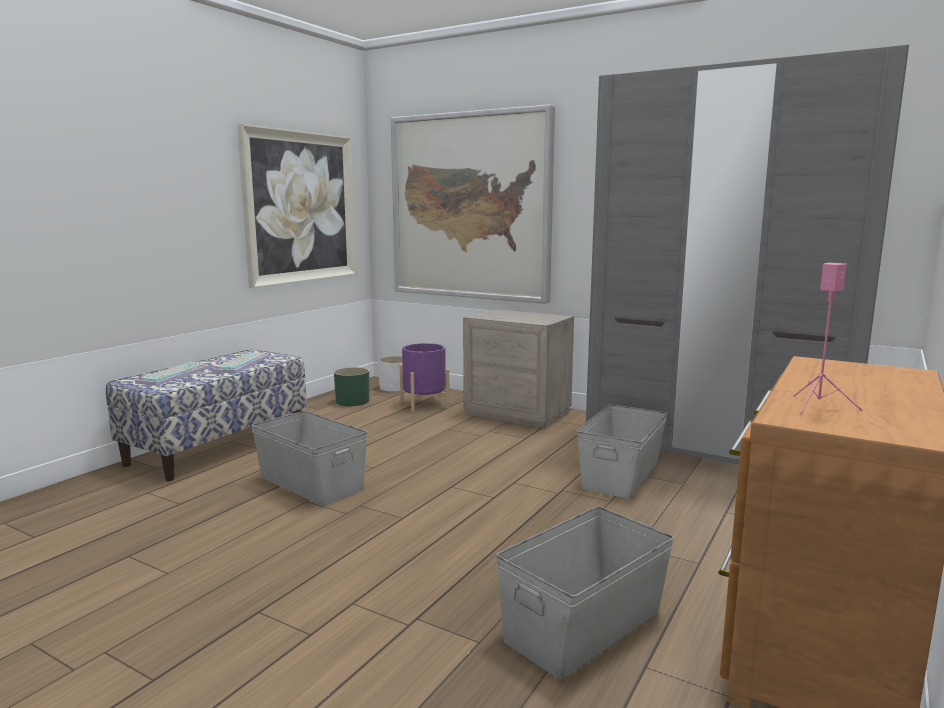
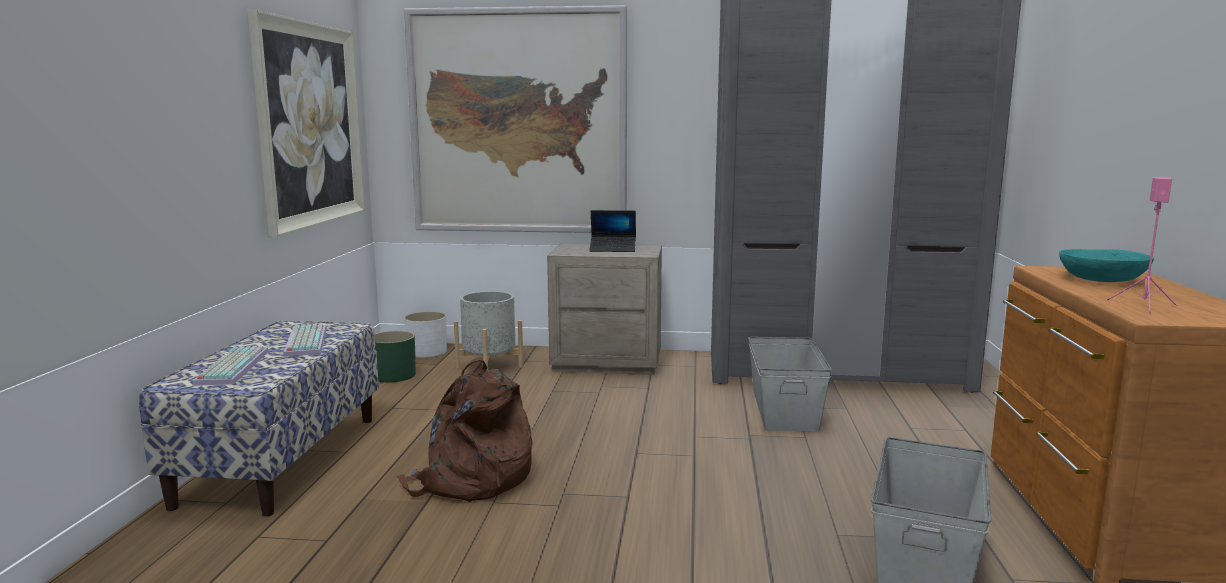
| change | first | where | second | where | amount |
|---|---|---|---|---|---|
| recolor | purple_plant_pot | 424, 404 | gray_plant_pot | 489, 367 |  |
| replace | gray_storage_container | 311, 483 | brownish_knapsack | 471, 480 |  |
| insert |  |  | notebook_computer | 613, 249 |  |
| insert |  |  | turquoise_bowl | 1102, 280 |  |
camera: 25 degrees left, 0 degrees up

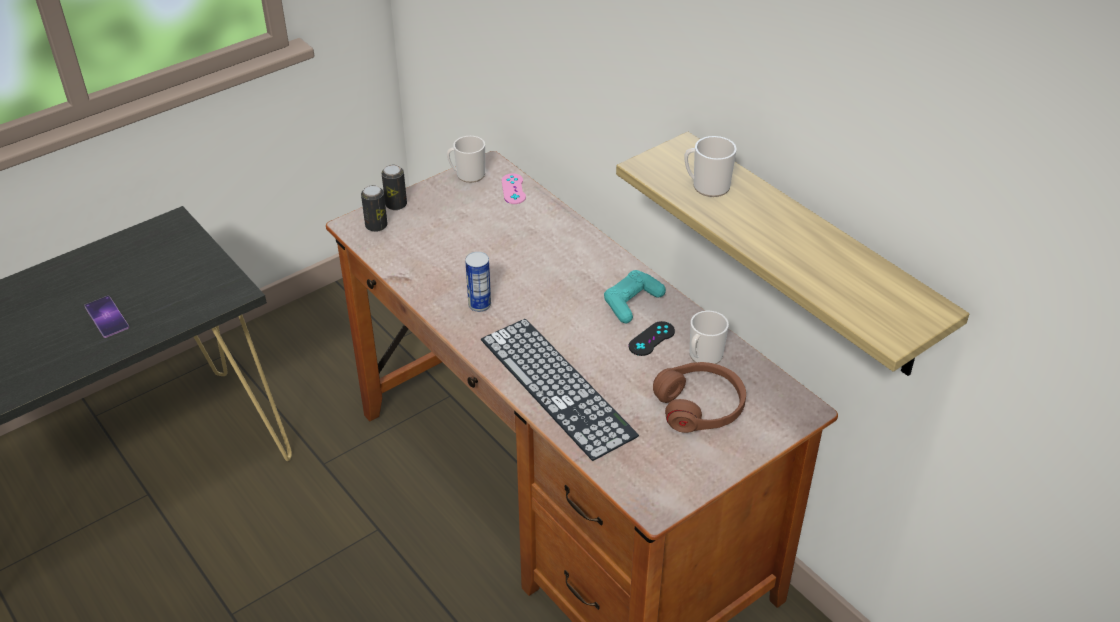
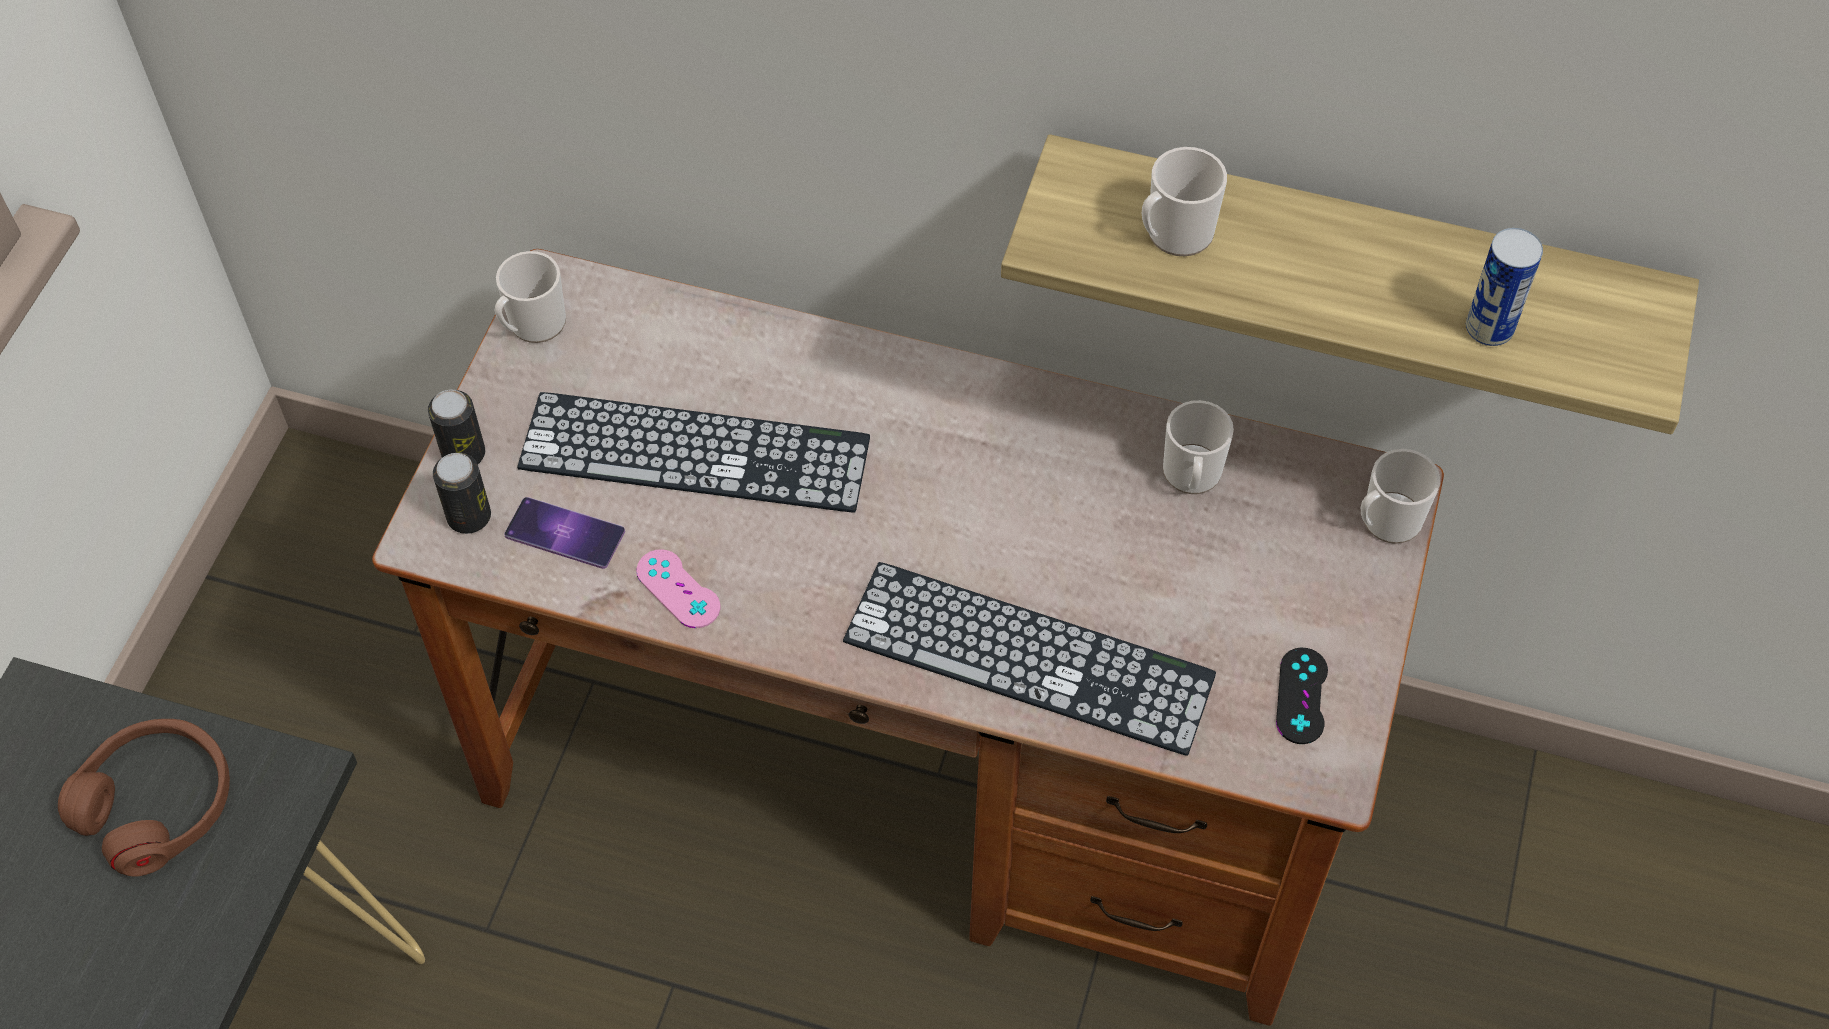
| change | first | where | second | where | amount |
|---|---|---|---|---|---|
| move | pink_game_controller | 513, 189 |  | 678, 589 |  |
| move | sealed_can | 479, 305 |  | 1489, 328 |  |
| delete | turquoise_game_controller | 632, 302 |  |  |  |
| move | handset | 106, 317 |  | 565, 533 |  |
| move | black-coloured_game_controller | 651, 339 |  | 1301, 696 |  |
| move | brownish_headphones | 700, 406 |  | 157, 803 |  |
| insert |  |  | computer_keyboard | 695, 452 |  |
| insert |  |  | tea_mug | 1386, 522 |  |
camera: 35 degrees left, 15 degrees up

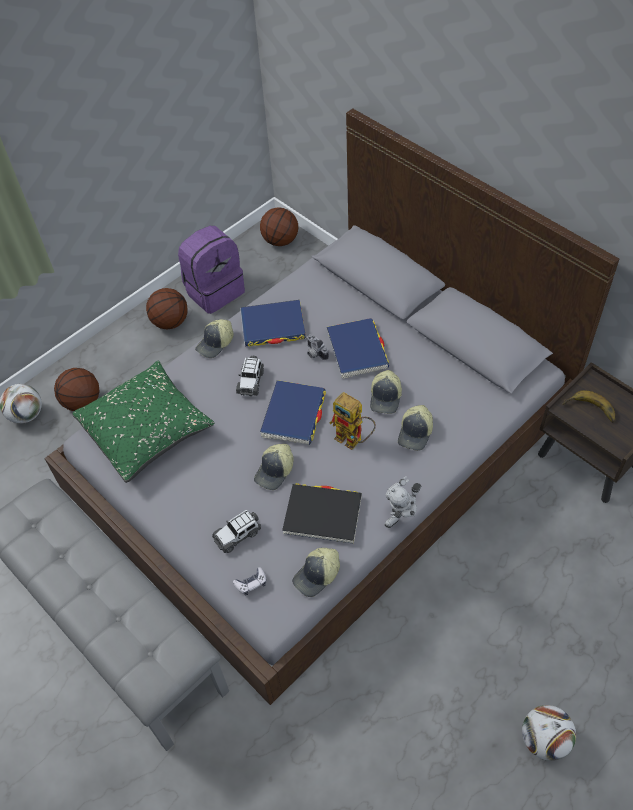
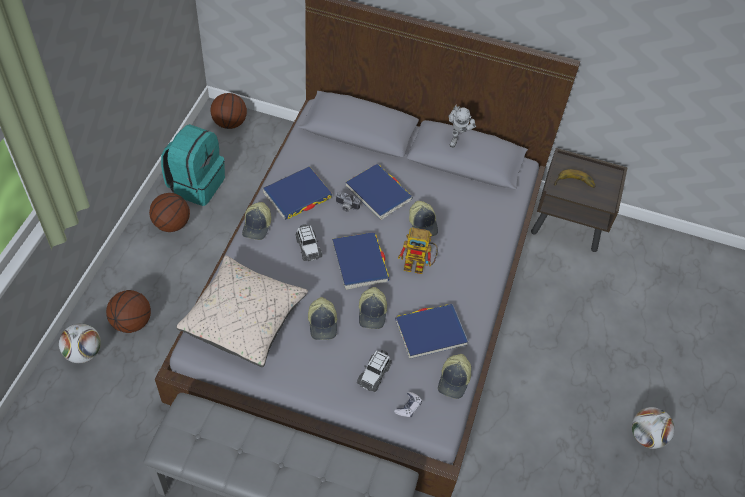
| change | first | where | second | where | amount |
|---|---|---|---|---|---|
| recolor | purple_knapsack | 214, 290 | turquoise_knapsack | 196, 184 |  |
| recolor | green_cushion | 147, 431 | beige_cushion | 244, 319 |  |
| move | baseball_cap | 416, 433 |  | 323, 323 |  |
| move | robot_figure | 402, 516 |  | 457, 138 |  |
| recolor | black-coloured_bound_book | 322, 515 | blue_bound_book | 430, 333 |  |
camera: 35 degrees left, 0 degrees up

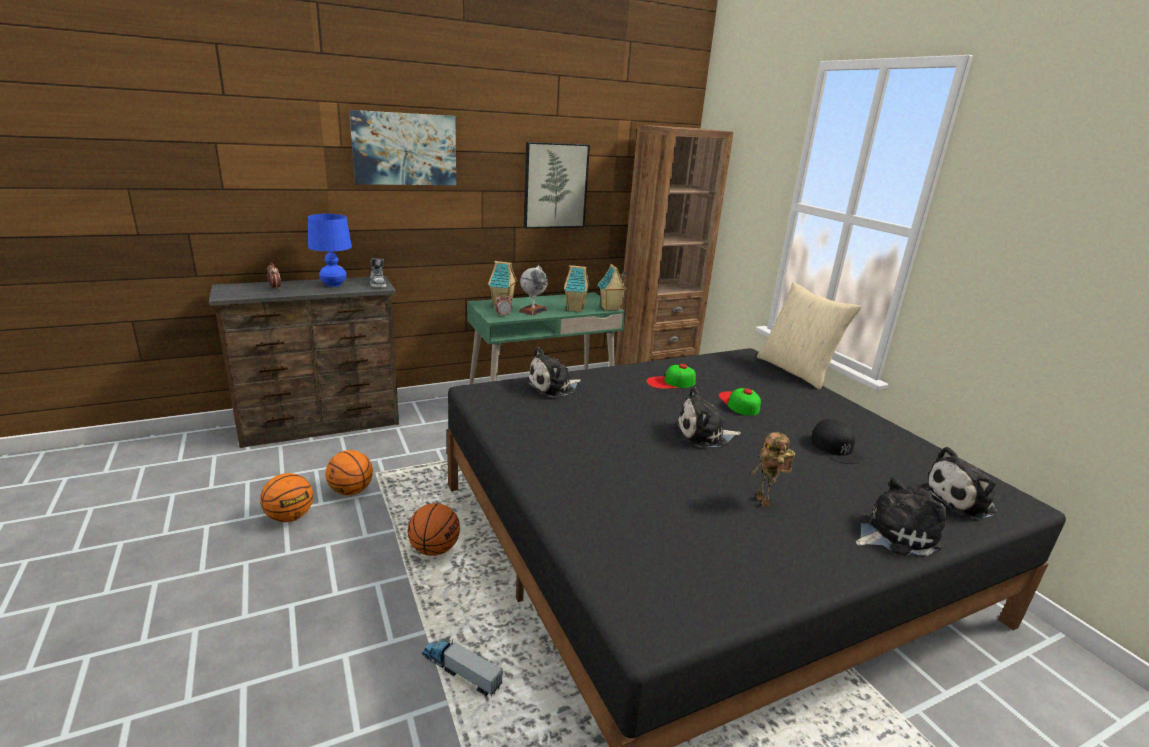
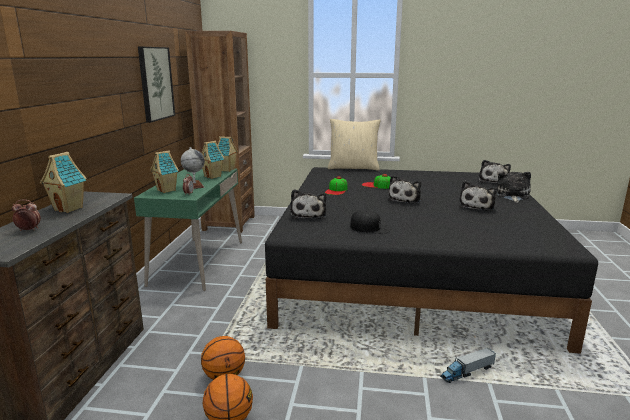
| change | first | where | second | where | amount |
|---|---|---|---|---|---|
| delete | wall_picture | 404, 149 |  |  |  |
| replace | blue_lamp_for_a_table | 333, 284 | miniature_house | 69, 209 |  |
| delete | item_of_footwear | 378, 283 |  |  |  |
| move | black-coloured_baseball_cap | 835, 448 |  | 370, 228 |  |
| replace | robot_figure | 764, 502 | soft_toy | 477, 206 |  |
| delete | ball_for_basketball | 434, 549 |  |  |  |
camera: 55 degrees left, 5 degrees down

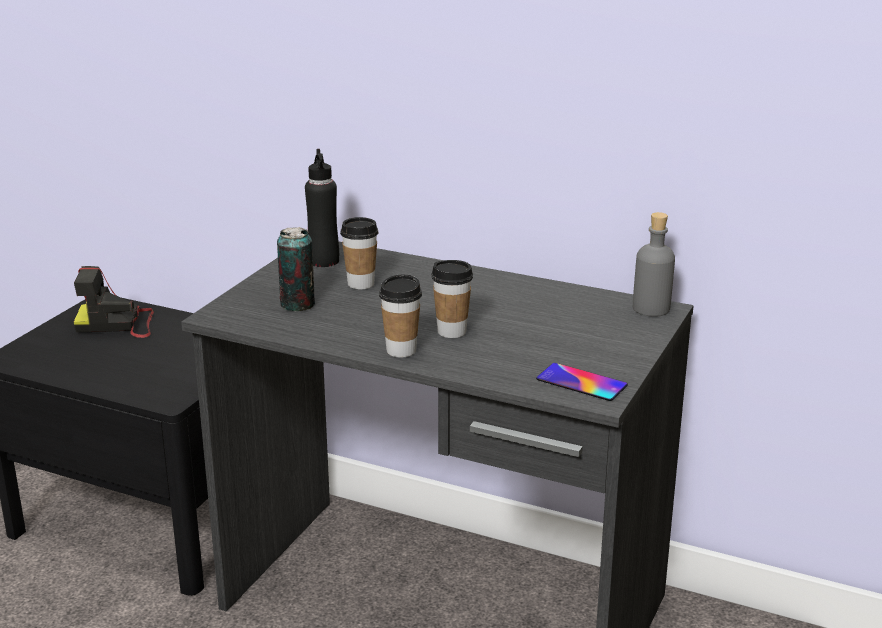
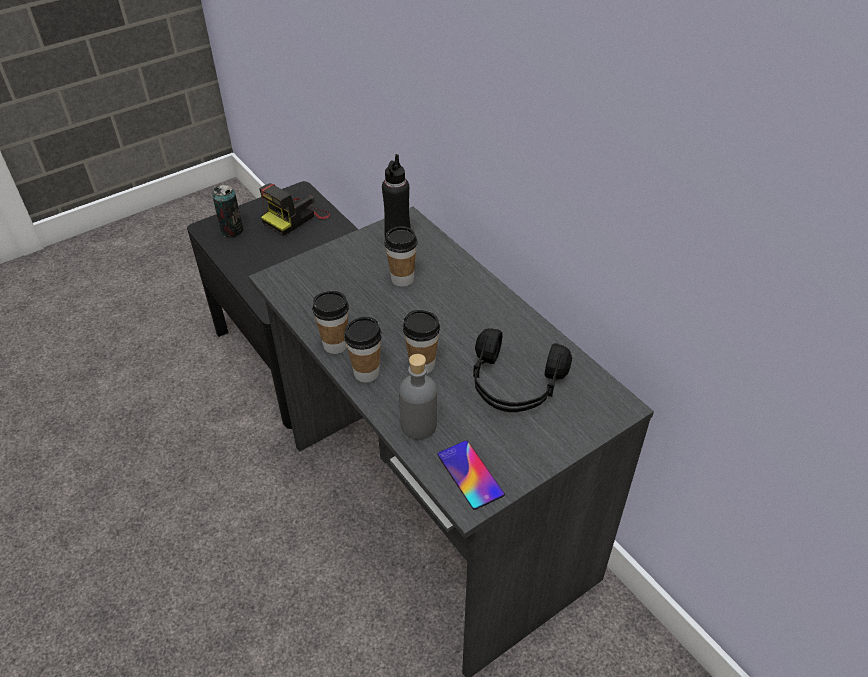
| change | first | where | second | where | amount |
|---|---|---|---|---|---|
| move | gray_beverage_bottle | 651, 308 |  | 418, 425 |  |
| move | sealed_can | 297, 304 |  | 232, 231 |  |
| rotate | still_camera | 118, 324 |  | 295, 217 | 75 degrees counterclockwise |
| insert |  |  | cup | 335, 345 |  |
| insert |  |  | black-coloured_headphones | 514, 385 |  |
camera: 30 degrees right, 20 degrees up

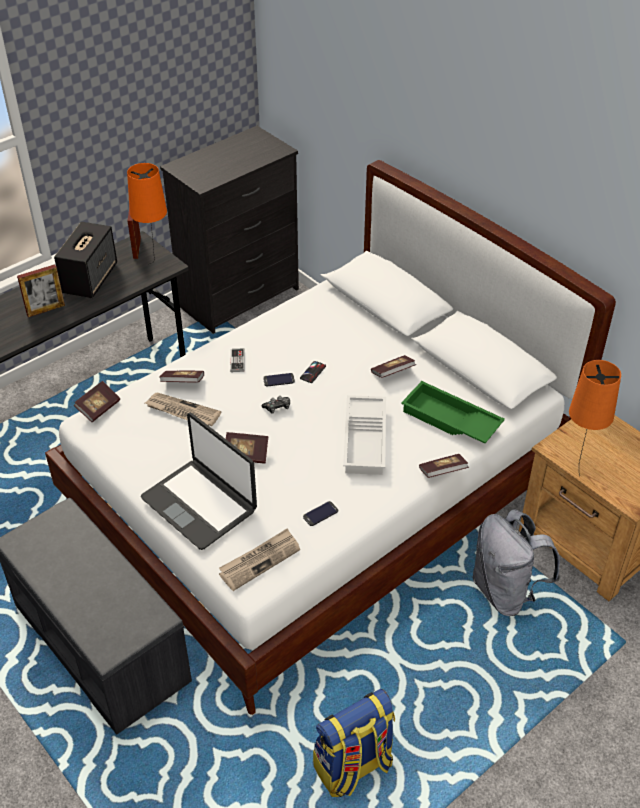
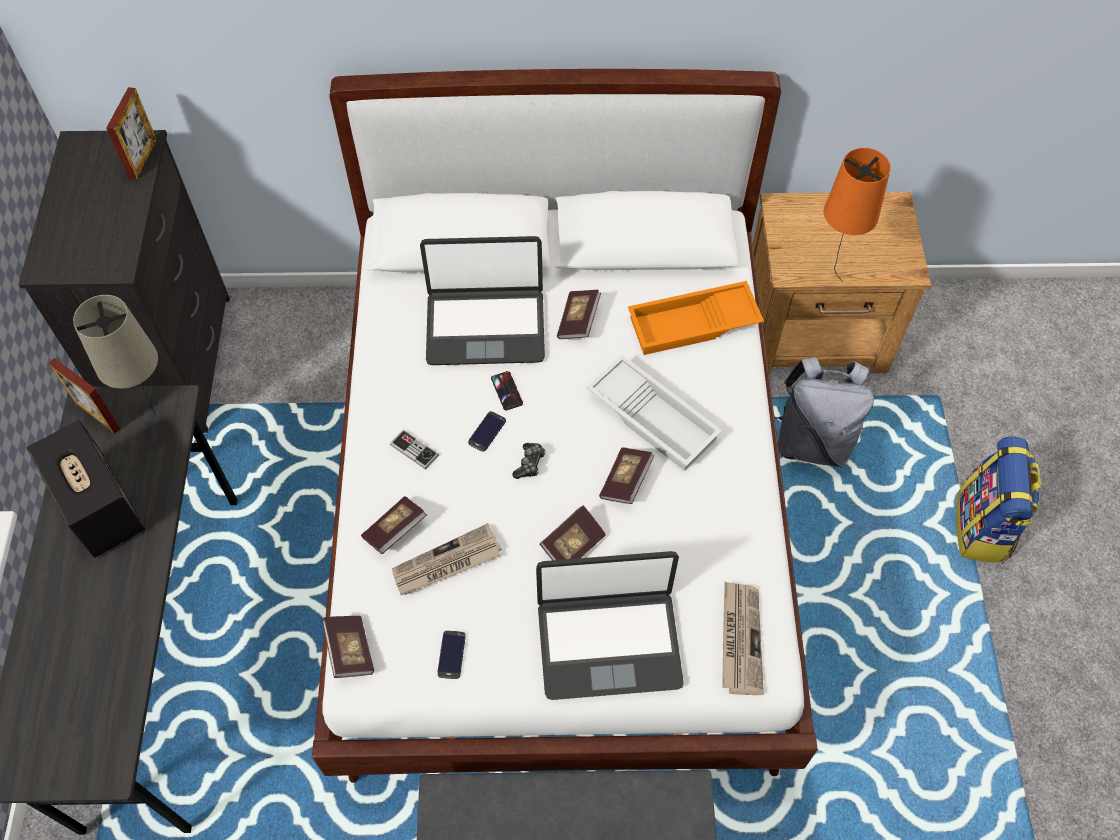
| change | first | where | second | where | amount |
|---|---|---|---|---|---|
| recolor | orange_lamp_for_a_table | 156, 266 | beige_lamp_for_a_table | 159, 419 |  |
| move | photo_frame | 45, 310 |  | 143, 159 |  |
| recolor | green_tray | 449, 420 | orange_tray | 693, 325 |  |
| move | bound_book | 442, 472 |  | 625, 481 |  |
| move | handset | 320, 514 |  | 451, 654 |  |
| move | knapsack | 353, 767 |  | 983, 527 |  |
| insert |  |  | notebook_computer | 485, 326 |  |
camera: 50 degrees left, 15 degrees up

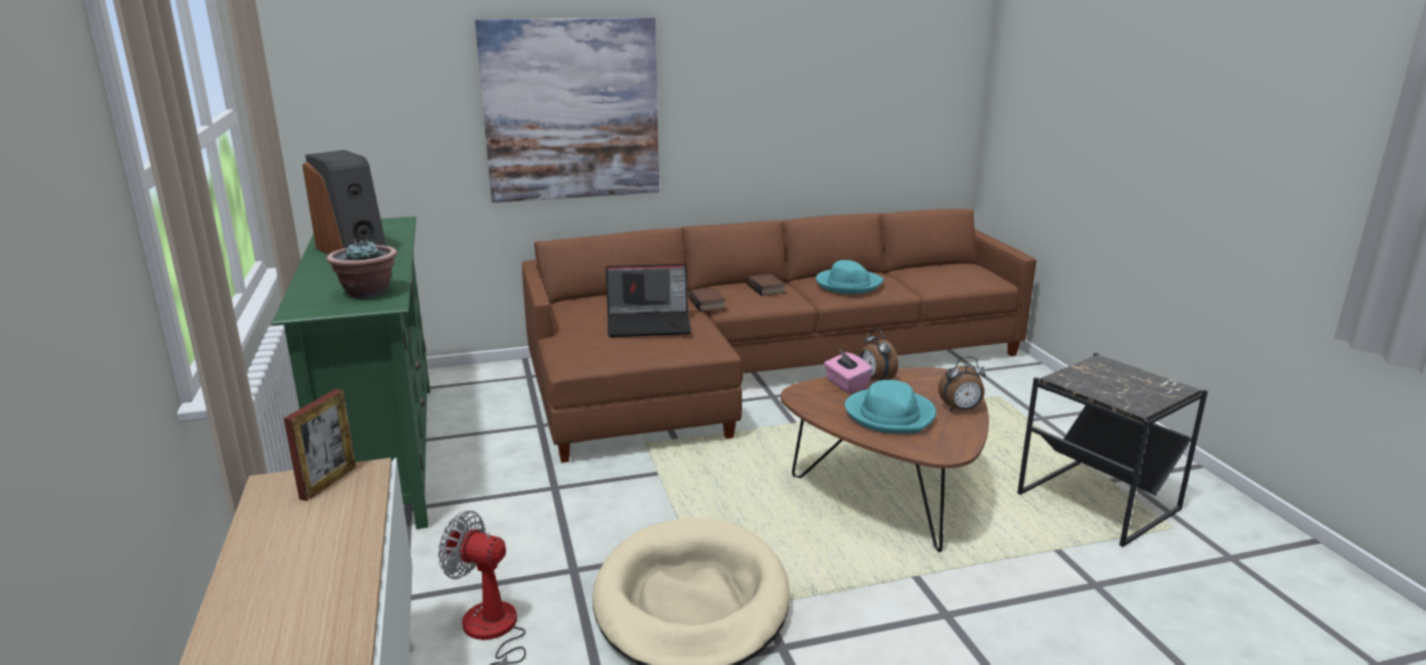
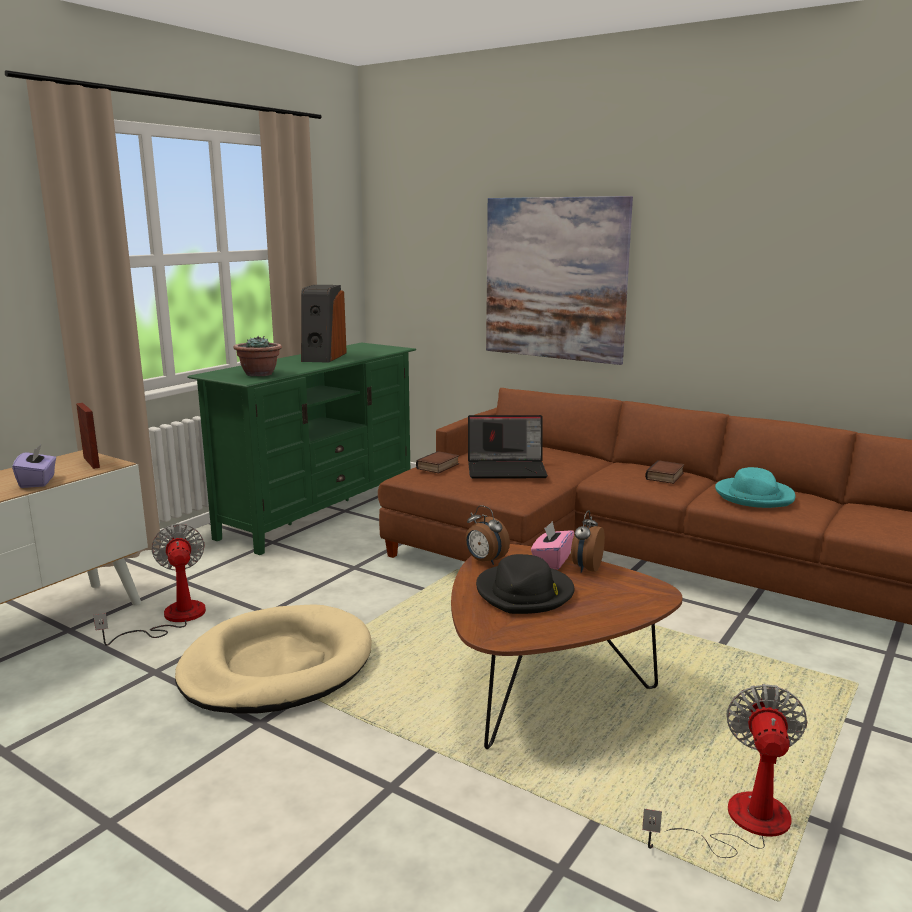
| change | first | where | second | where | amount |
|---|---|---|---|---|---|
| rotate | notebook_computer | 650, 324 |  | 507, 469 | 45 degrees counterclockwise |
| move | bound_book | 708, 304 |  | 438, 467 |  |
| replace | black-coloured_accent_table | 1098, 503 | cooling_fan | 740, 823 |  |
| move | bedside_clock | 961, 410 |  | 485, 561 |  |
| recolor | turquoise_clothing_hat | 890, 415 | black-coloured_clothing_hat | 525, 593 |  |
| rotate | photo_frame | 328, 482 |  | 91, 462 | 105 degrees counterclockwise |
| insert |  |  | purple_box_of_tissues | 38, 482 |  |
camera: 50 degrees right, 5 degrees down

